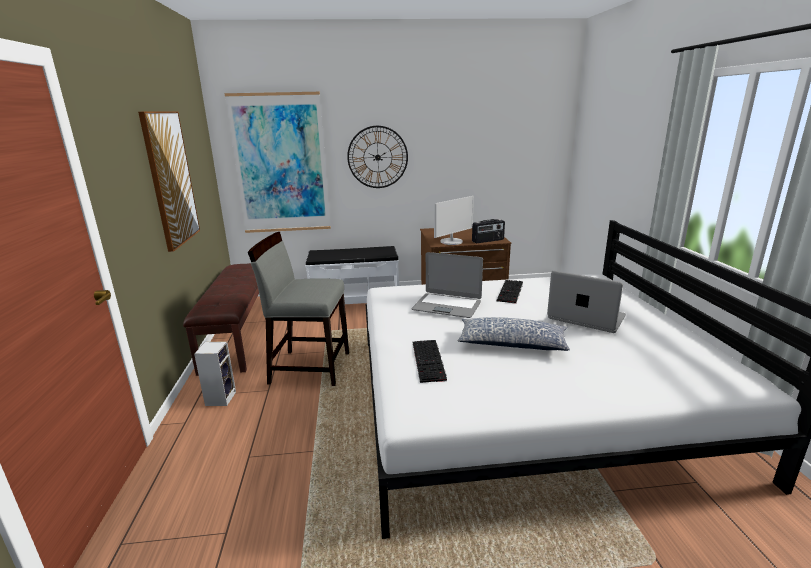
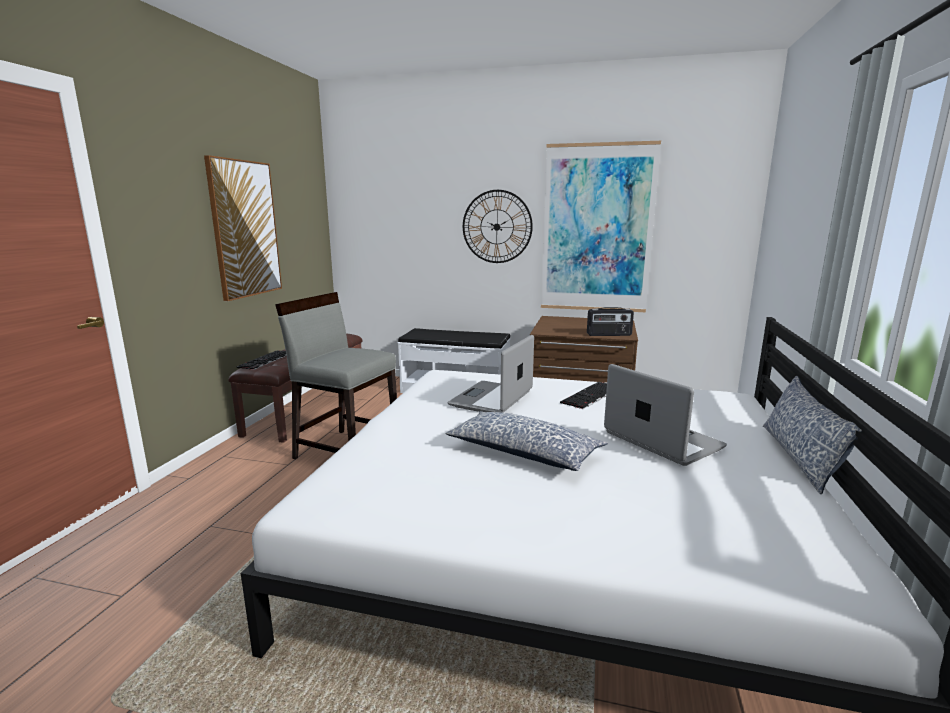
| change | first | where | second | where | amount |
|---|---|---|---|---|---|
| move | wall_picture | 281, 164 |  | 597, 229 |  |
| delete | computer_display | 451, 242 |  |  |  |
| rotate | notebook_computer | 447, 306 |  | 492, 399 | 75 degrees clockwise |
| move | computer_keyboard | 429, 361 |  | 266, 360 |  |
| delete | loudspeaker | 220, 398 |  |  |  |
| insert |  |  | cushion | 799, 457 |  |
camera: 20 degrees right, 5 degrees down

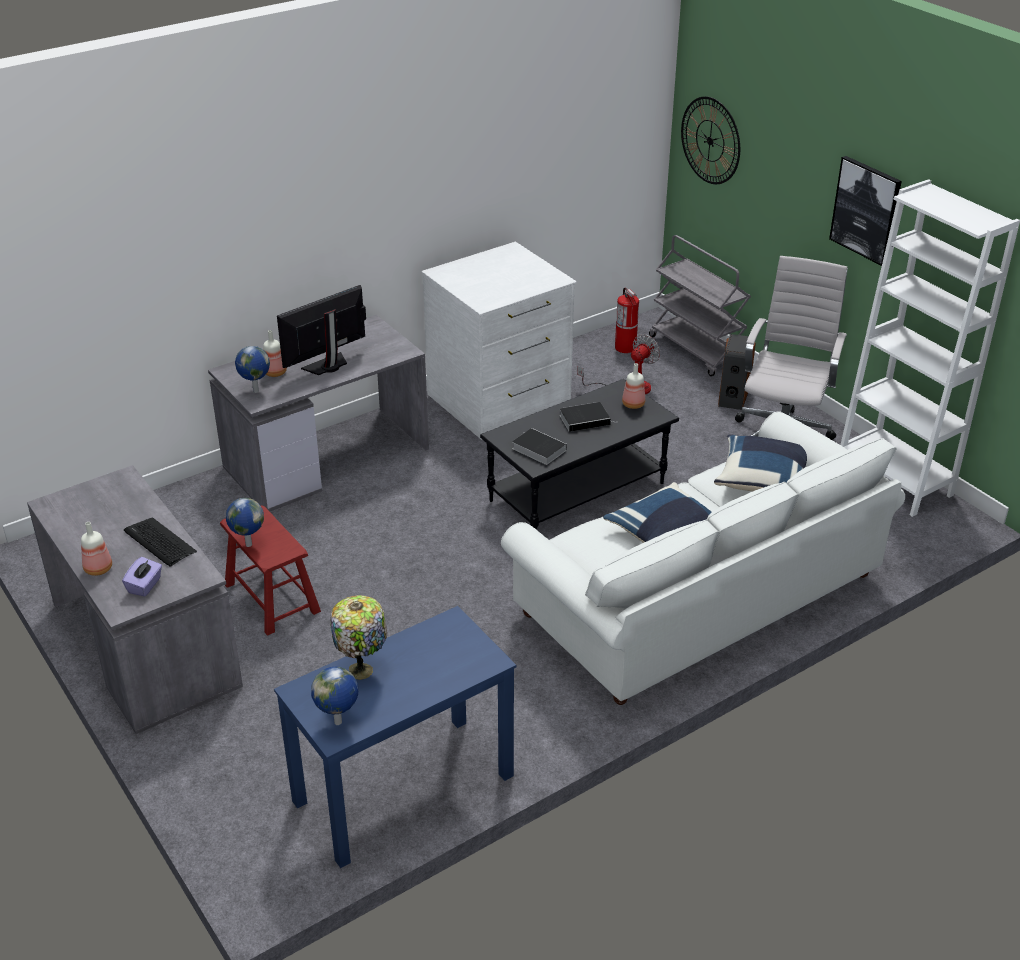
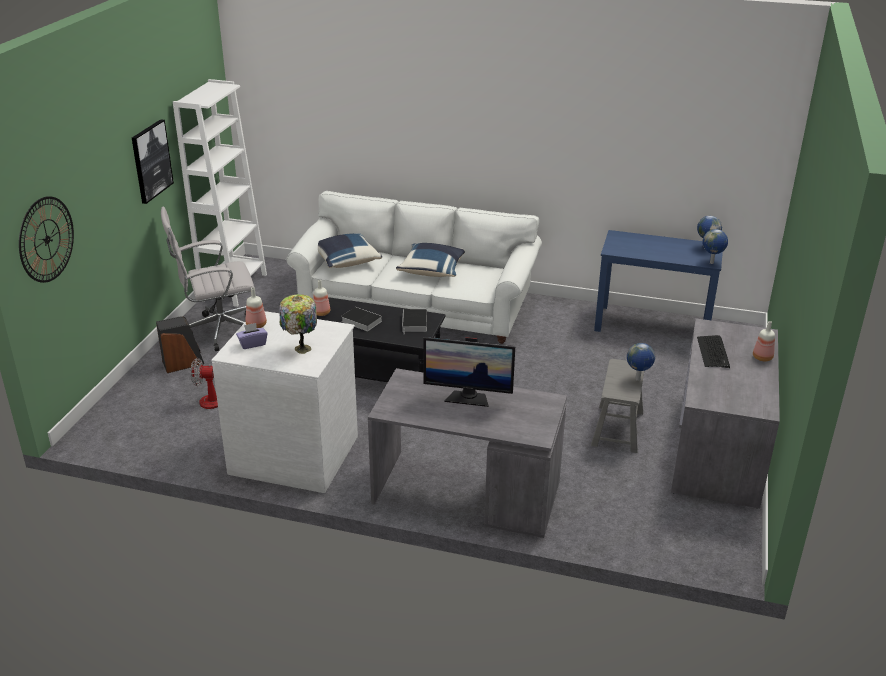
| change | first | where | second | where | amount |
|---|---|---|---|---|---|
| delete | gray_trolley | 696, 350 |  |  |  |
| delete | fire_extinguisher | 625, 348 |  |  |  |
| move | beverage_bottle | 275, 372 |  | 255, 325 |  |
| move | desk_globe | 255, 391 |  | 712, 263 |  |
| recolor | reddish_sitting_stool | 272, 598 | gray_sitting_stool | 617, 428 |  |
| move | purple_box_of_tissues | 145, 586 |  | 252, 344 |  |
| move | lamp_for_a_table | 362, 670 |  | 301, 348 |  |
camera: 130 degrees left, 5 degrees down

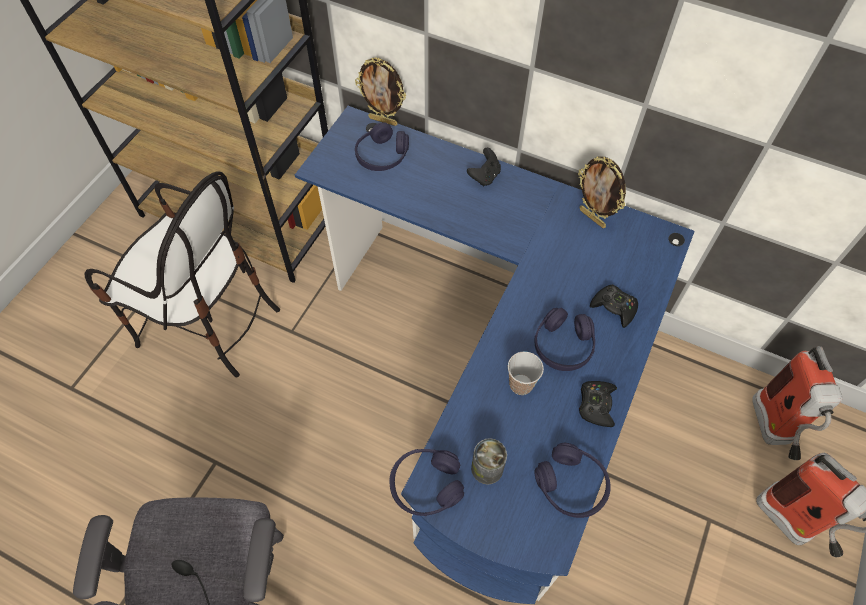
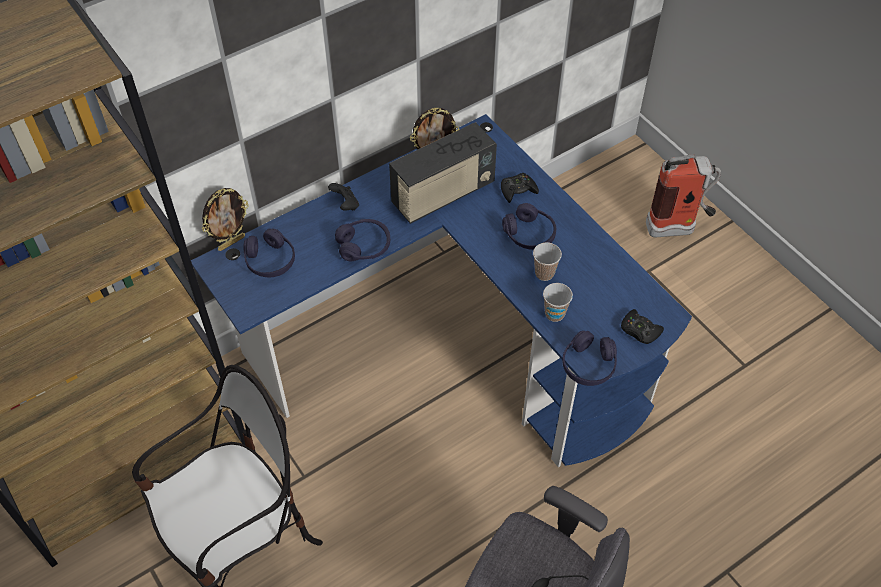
| change | first | where | second | where | amount |
|---|---|---|---|---|---|
| delete | fire_extinguisher | 772, 432 |  |  |  |
| move | black-coloured_game_controller | 596, 405 |  | 639, 330 |  |
| delete | sealed_can | 487, 468 |  |  |  |
| move | purple_headphones | 571, 485 |  | 364, 246 |  |
| insert |  |  | radio | 443, 195 |  |
| insert |  |  | cup | 554, 314 |  |
camera: 60 degrees left, 5 degrees down

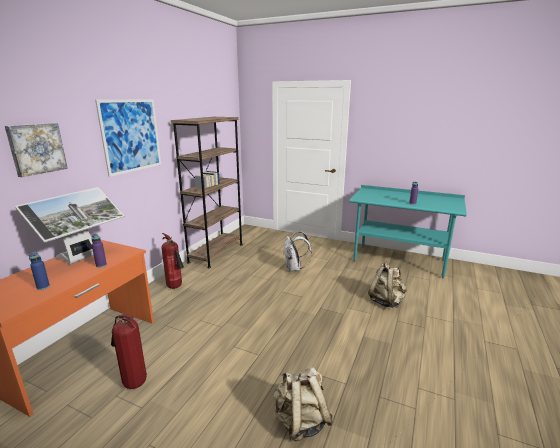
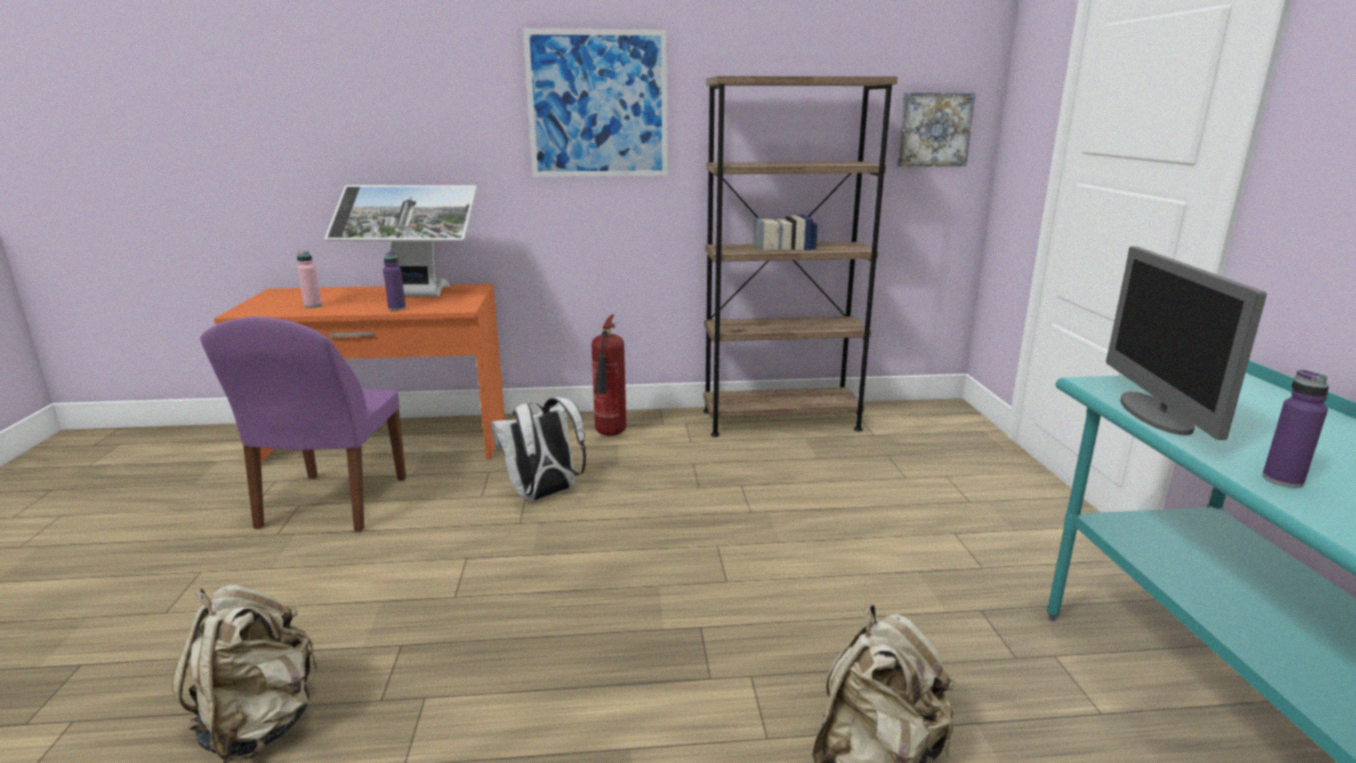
| change | first | where | second | where | amount |
|---|---|---|---|---|---|
| move | wall_picture | 36, 148 |  | 933, 129 |  |
| move | whitish_knapsack | 294, 269 |  | 544, 495 |  |
| recolor | blue_beverage_bottle | 43, 287 | pink_beverage_bottle | 313, 306 |  |
| replace | fire_extinguisher | 133, 382 | purple_plain_chair | 332, 505 |  |
| insert |  |  | computer_display | 1155, 414 |  |
camera: 60 degrees right, 0 degrees up

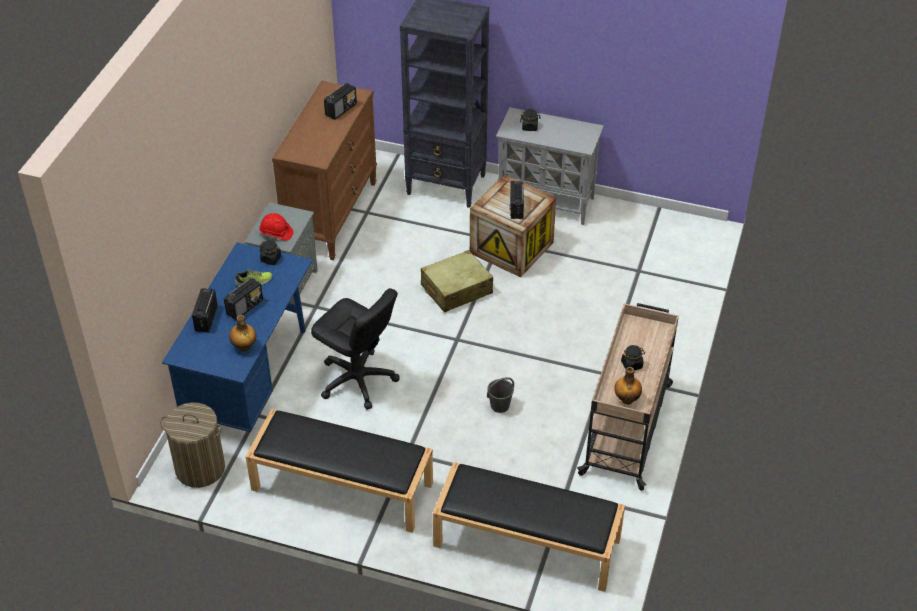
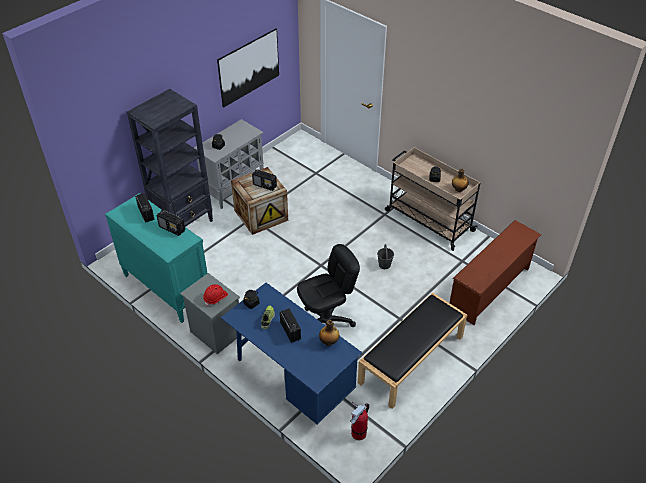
| change | first | where | second | where | amount |
|---|---|---|---|---|---|
| recolor | brownish_dresser | 331, 215 | turquoise_dresser | 166, 288 |  |
| delete | beige_suitcase | 456, 289 |  |  |  |
| move | radio | 206, 319 |  | 172, 229 |  |
| replace | hamper | 200, 468 | fire_extinguisher | 358, 433 |  |
| replace | black-coloured_bench | 525, 542 | brownish_shoe_rack | 490, 289 |  |
| insert |  |  | wall_picture | 249, 67 |  |
camera: 65 degrees left, 0 degrees up

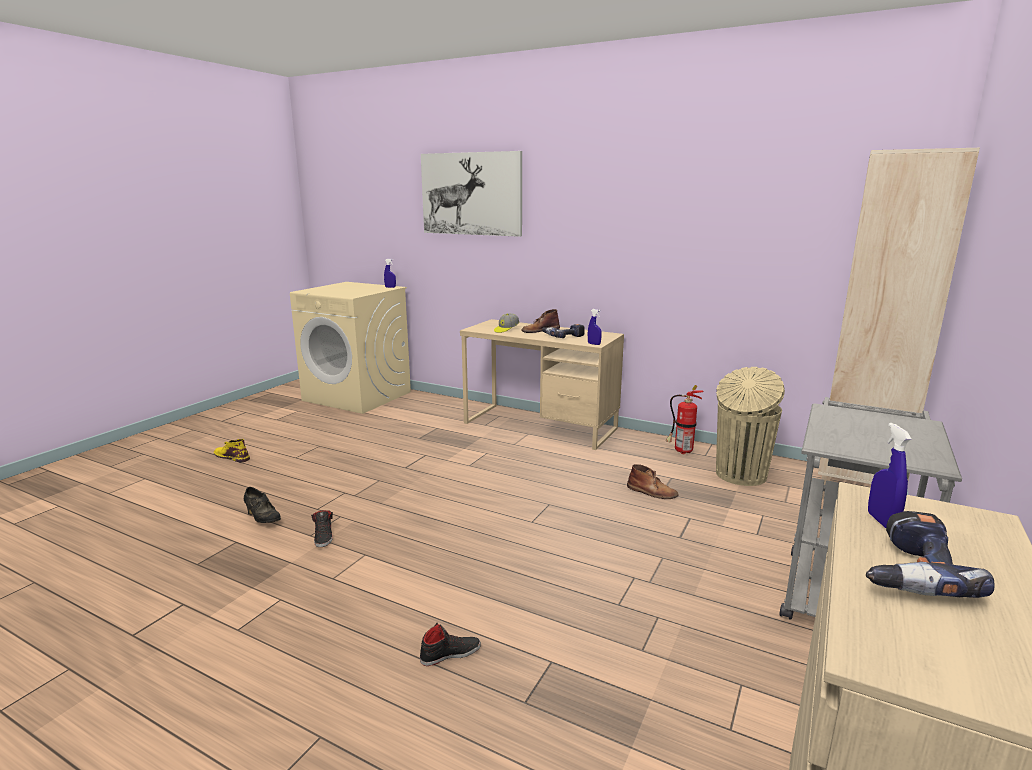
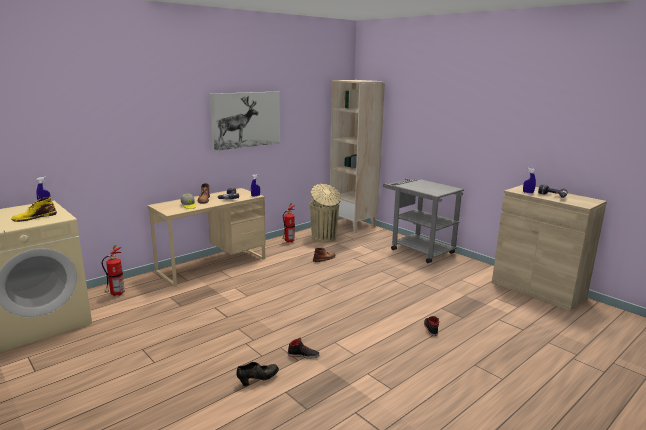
| change | first | where | second | where | amount |
|---|---|---|---|---|---|
| move | wall_picture | 471, 194 |  | 246, 120 |  |
| move | yellow-coloured_boot | 232, 456 |  | 34, 217 |  |
| insert |  |  | fire_extinguisher | 116, 295 |  |
camera: 70 degrees left, 0 degrees up

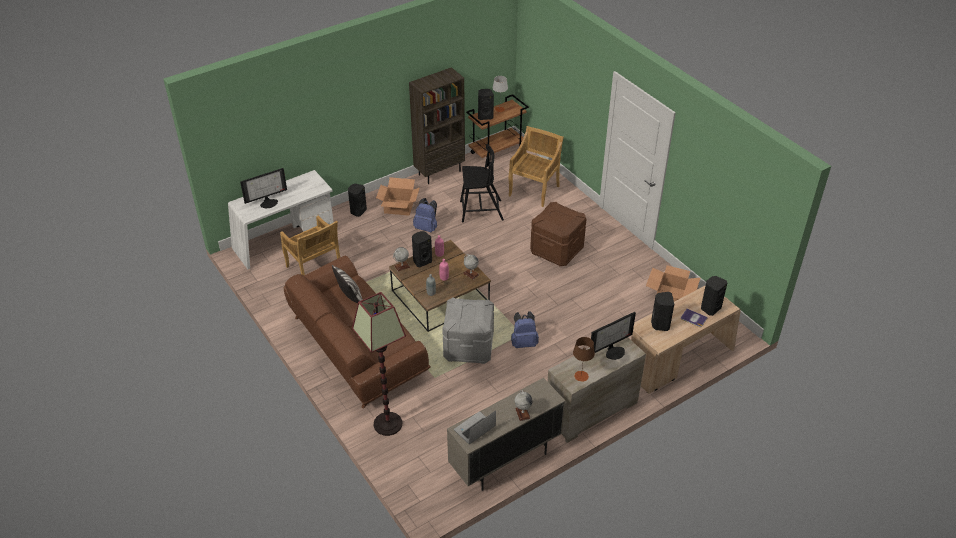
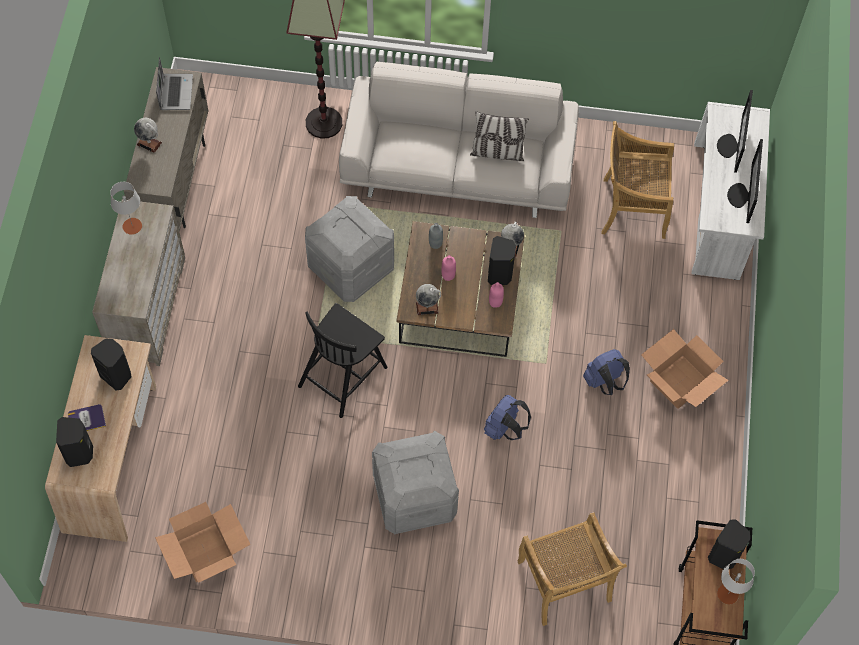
| change | first | where | second | where | amount |
|---|---|---|---|---|---|
| delete | brownish_bookcase | 439, 172 |  |  |  |
| move | black-coloured_plain_chair | 480, 211 |  | 343, 375 |  |
| delete | black-coloured_loudspeaker | 358, 211 |  |  |  |
| recolor | brownish_storage_container | 557, 251 | gray_storage_container | 414, 497 |  |
| recolor | brownish_settee | 356, 347 | whitish_settee | 459, 166 |  |
| move | blue_knapsack | 524, 343 |  | 504, 428 |  |
| move | computer_display | 614, 351 |  | 741, 196 |  |
| recolor | brownish_lamp_for_a_table | 581, 376 | gray_lamp_for_a_table | 132, 226 |  |
camera: 130 degrees right, 20 degrees up

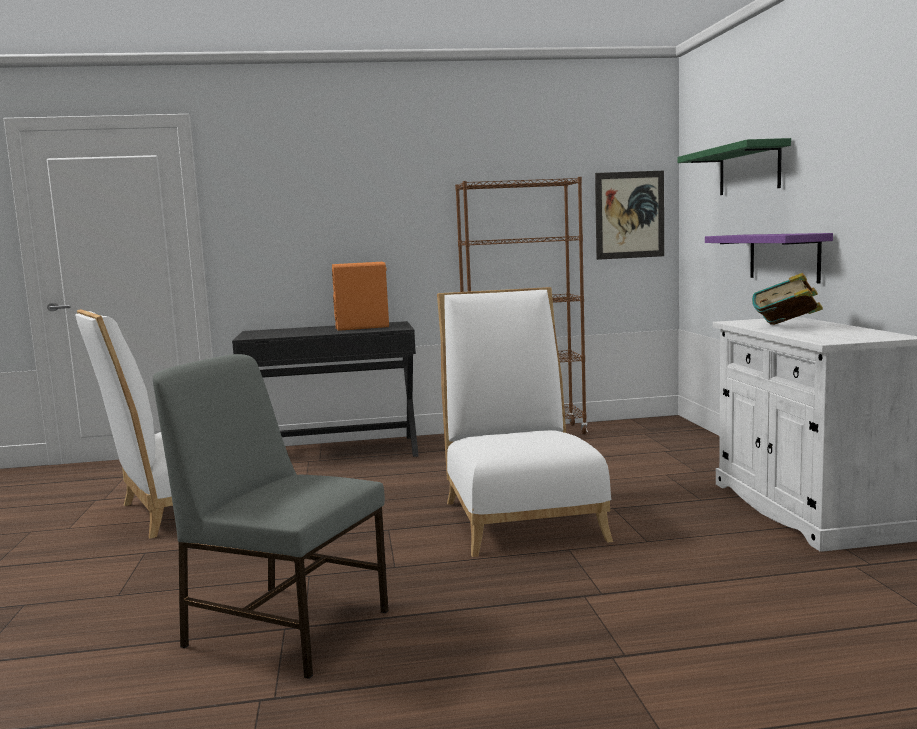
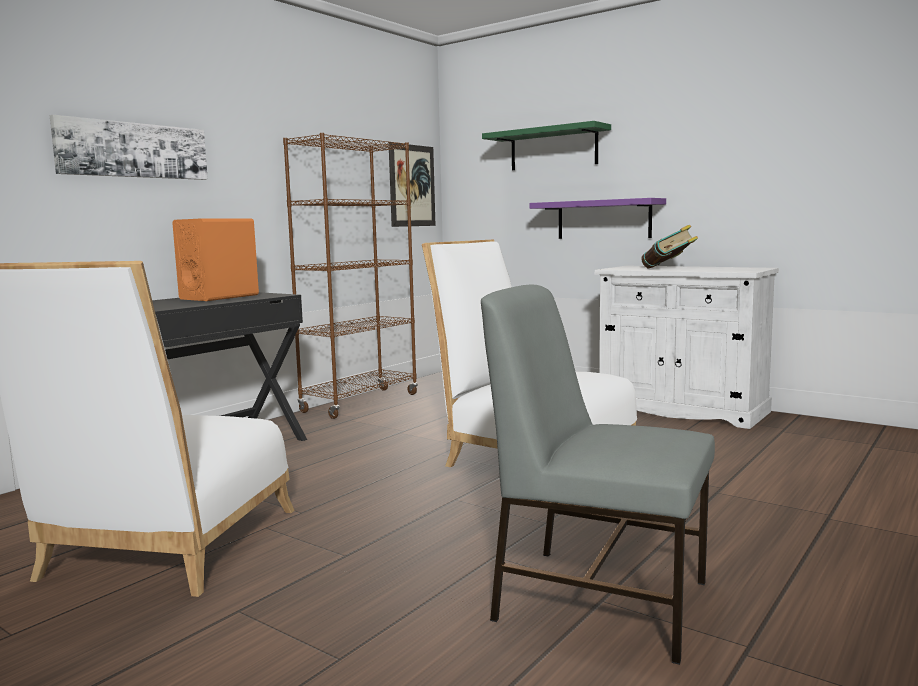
| change | first | where | second | where | amount |
|---|---|---|---|---|---|
| rotate | gray_plain_chair | 285, 626 |  | 598, 598 | 45 degrees clockwise |
| insert |  |  | wall_picture | 133, 150 |  |
camera: 45 degrees left, 0 degrees up

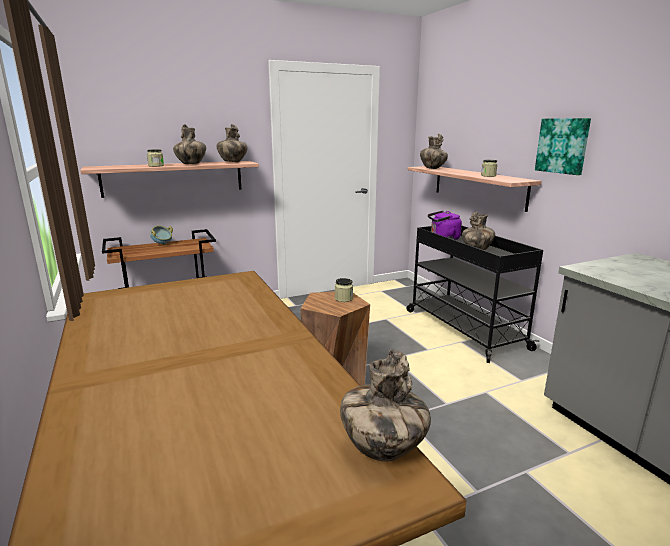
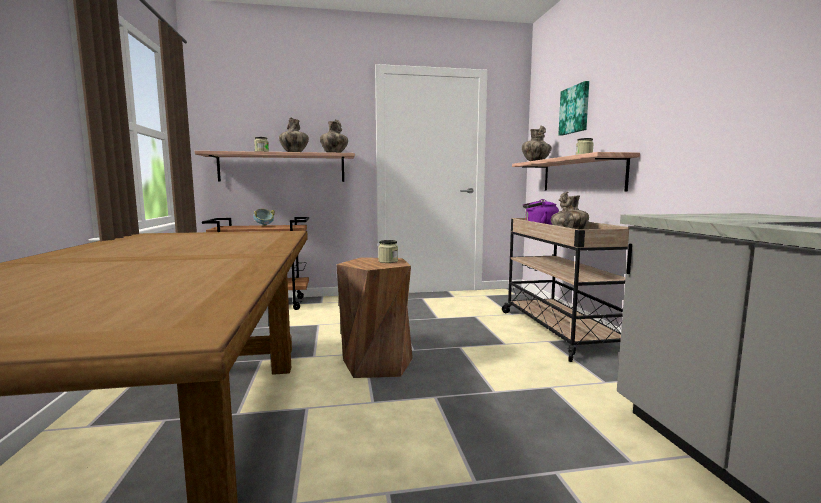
| change | first | where | second | where | amount |
|---|---|---|---|---|---|
| move | wall_picture | 563, 145 |  | 575, 109 |  |
| recolor | black-coloured_trolley | 463, 328 | beige_trolley | 559, 331 |  |
| delete | decorative_vase | 382, 449 |  |  |  |
camera: 15 degrees right, 10 degrees down

